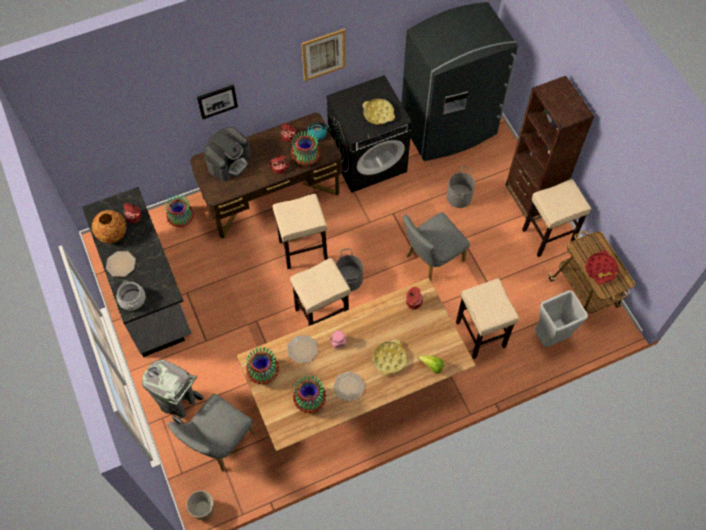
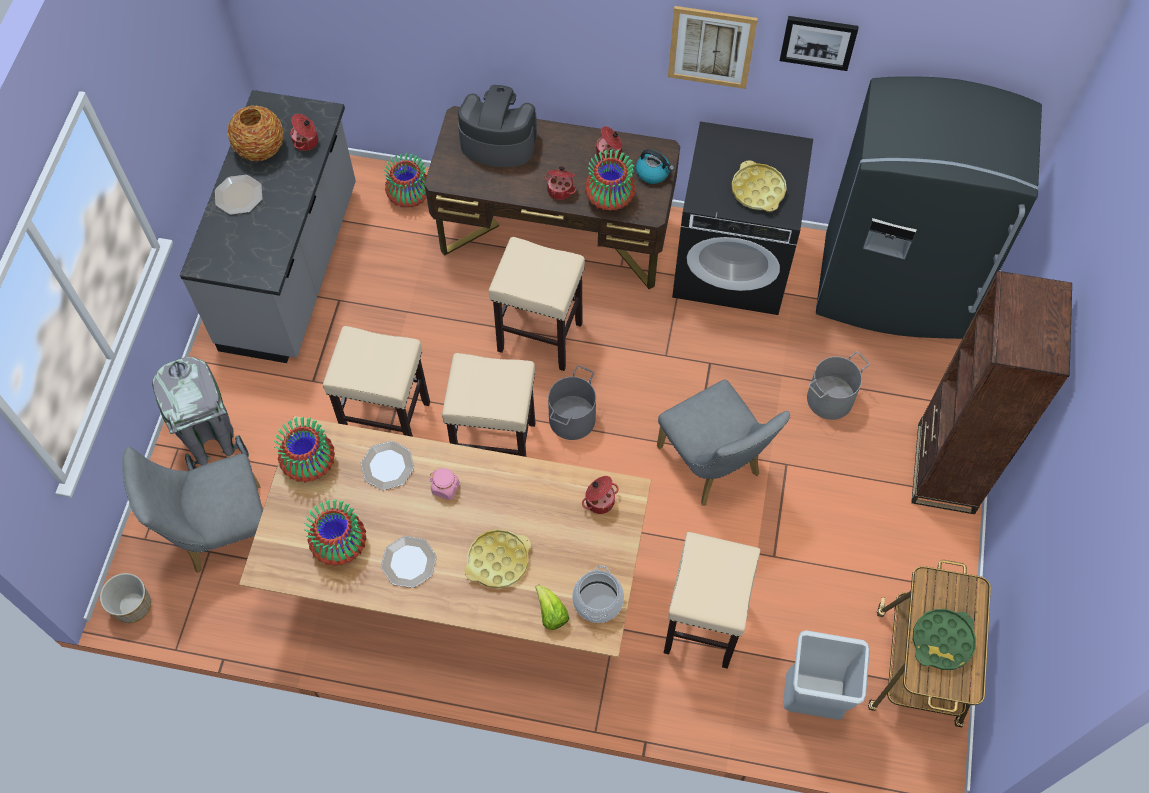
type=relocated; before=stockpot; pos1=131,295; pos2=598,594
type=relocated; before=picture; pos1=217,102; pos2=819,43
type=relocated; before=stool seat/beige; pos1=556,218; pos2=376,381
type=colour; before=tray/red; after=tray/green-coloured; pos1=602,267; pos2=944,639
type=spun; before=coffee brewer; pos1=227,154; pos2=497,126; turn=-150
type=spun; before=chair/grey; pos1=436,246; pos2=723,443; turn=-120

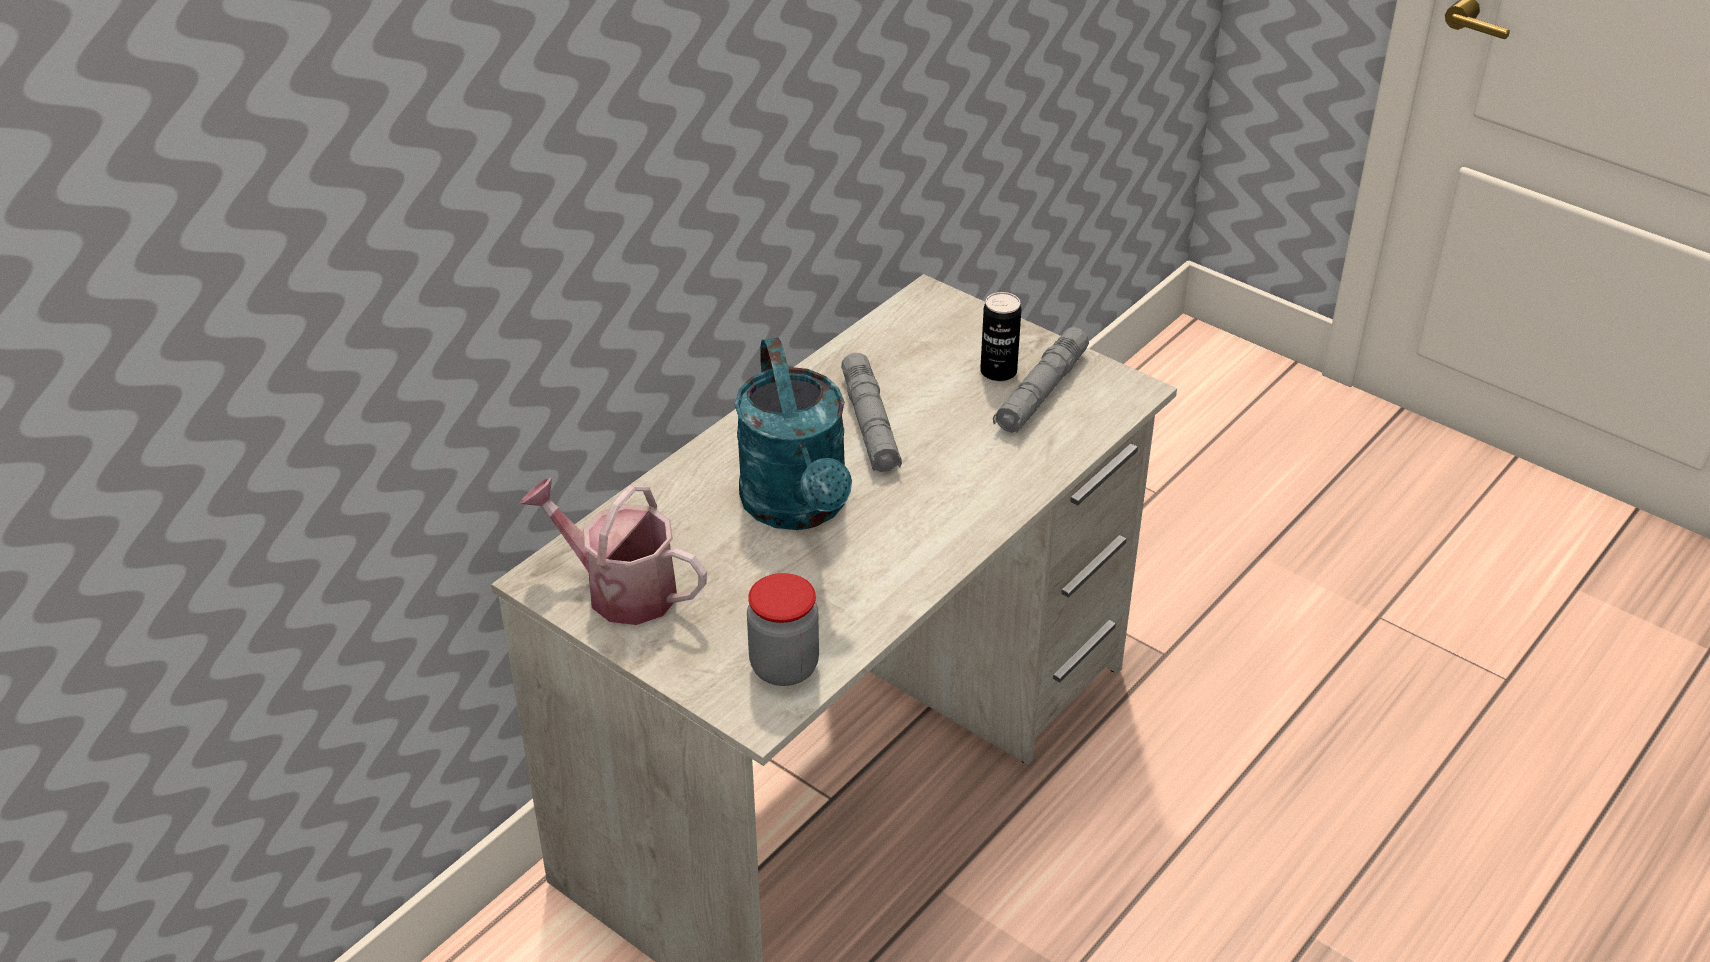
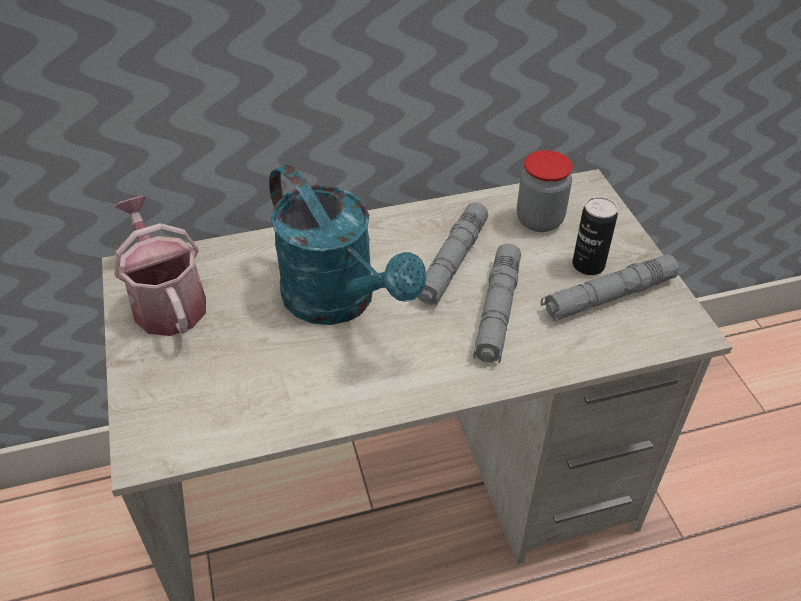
type=appeared; after=flashlight/grey; pos2=497,303
type=relocated; before=storage jar; pos1=783,629; pos2=545,191
type=spun; before=watering can/blue-green; pos1=793,433; pos2=347,244; turn=-60

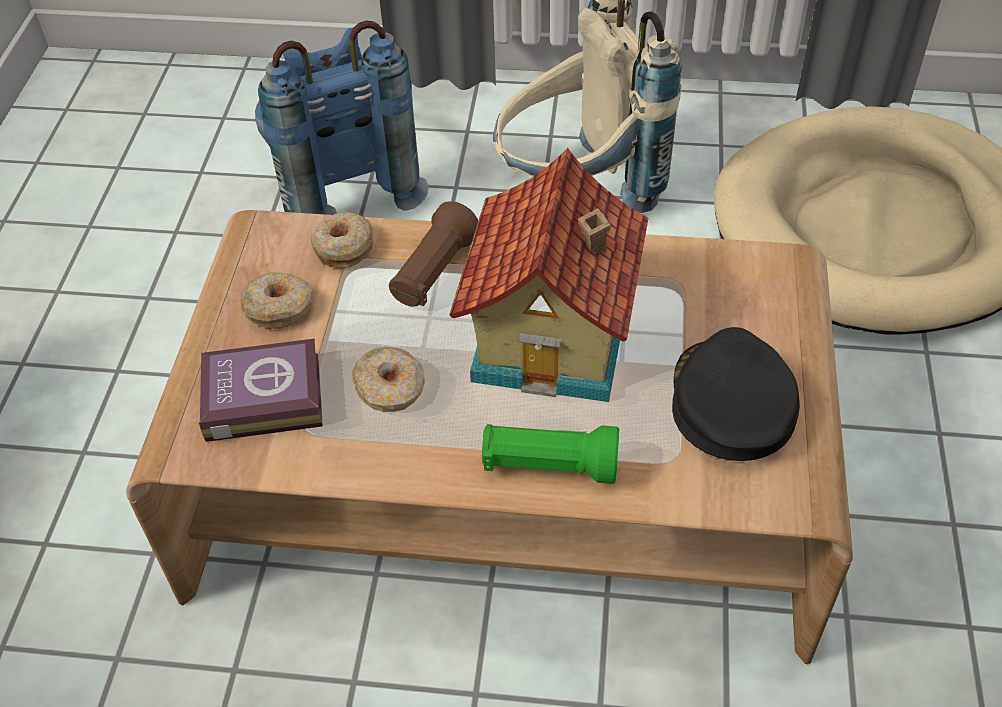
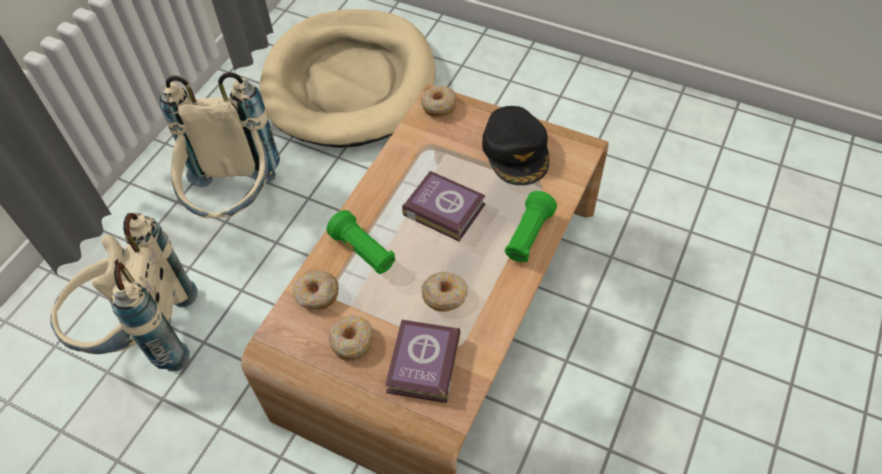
type=appeared; after=donut; pos2=438,101
type=exchanged; before=toy house; after=volume; pos1=548,275; pos2=444,206
type=colour; before=knapsack/bluish; after=knapsack/beige; pos1=342,118; pos2=124,292
type=colour; before=flashlight/brown-coloured; after=flashlight/green-coloured; pos1=433,254; pos2=361,242
type=spun; before=baseball cap/black-coloured; pos1=736,394; pos2=515,145; turn=-120

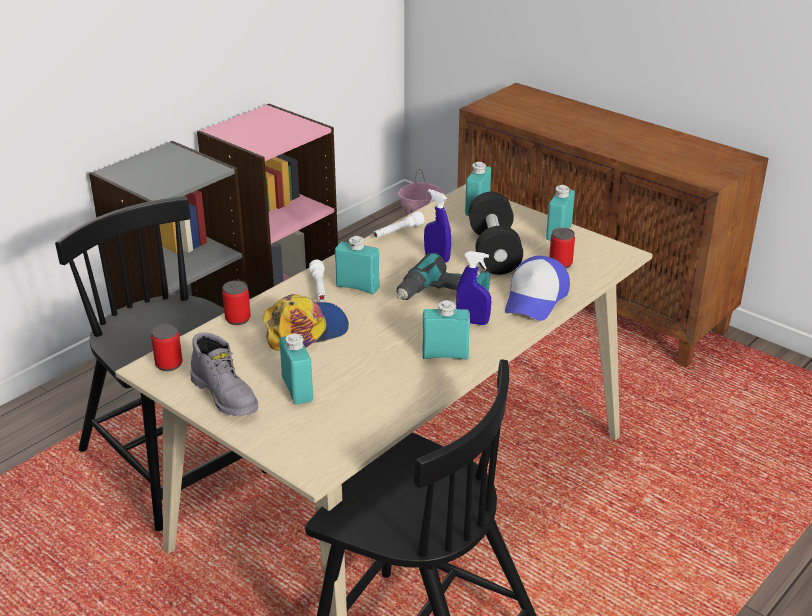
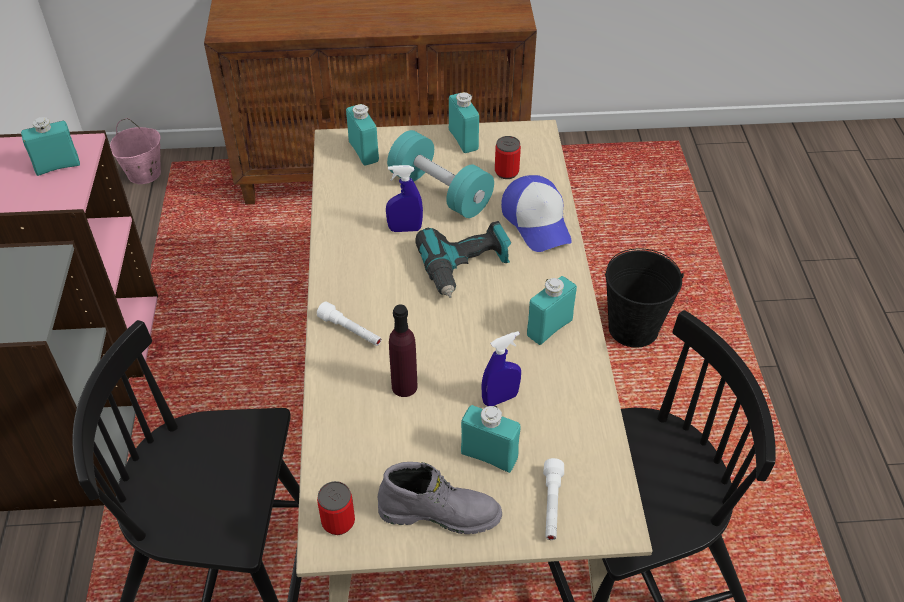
type=missing; before=metal can; pos1=236,302
type=appeared; after=bucket/black-coloured; pos2=644,298
type=relocated; before=bottle/blue-green; pos1=357,265; pos2=50,146
type=relocated; before=flashlight/white; pos1=399,224; pos2=553,499
type=relocated; before=sprayer/bluish; pos1=473,288; pos2=501,368
type=exchanged; before=baseball cap; after=bottle/purple; pos1=305,322; pos2=403,351
type=colour; before=dumbbell/black-coloured; after=dumbbell/blue-green; pos1=495,233; pos2=440,174

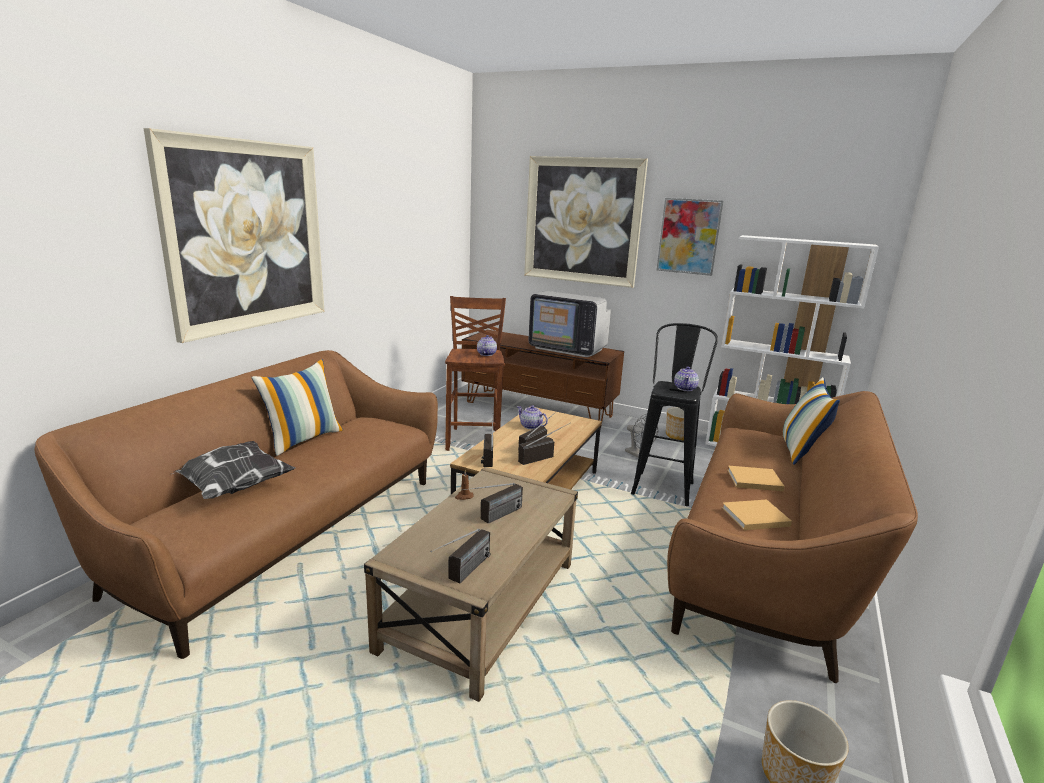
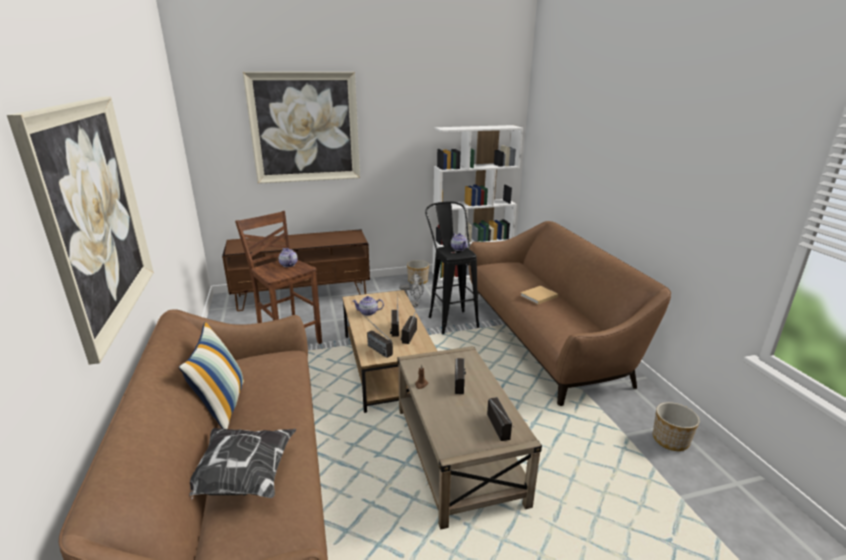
type=missing; before=TV; pos1=569,324
type=missing; before=picture; pos1=690,237
type=missing; before=volume/beige; pos1=757,515
type=missing; before=throw pillow; pos1=811,421

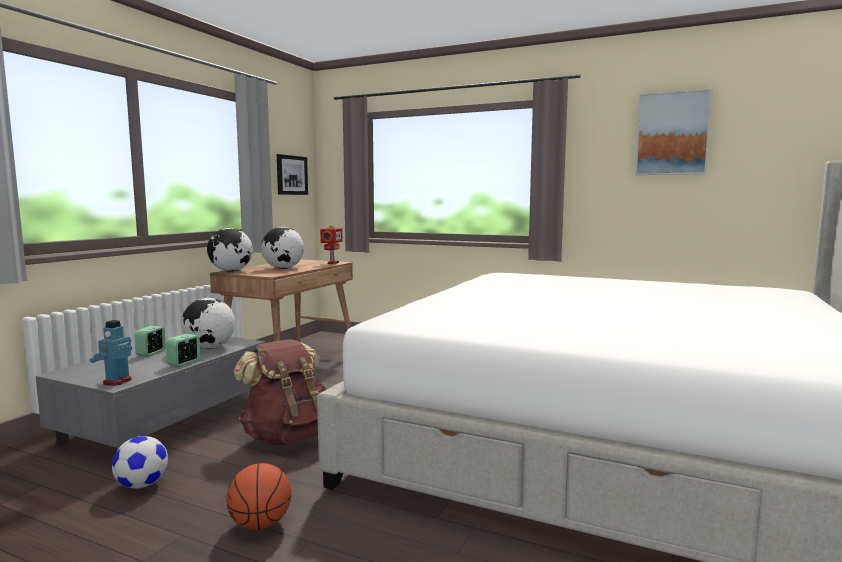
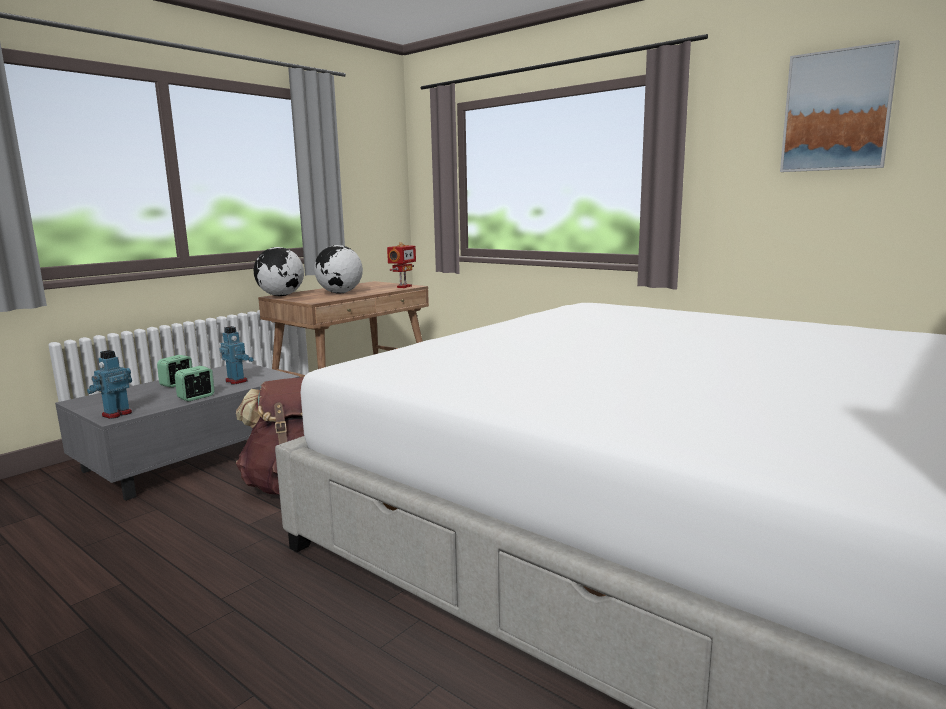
type=missing; before=football ball; pos1=140,462
type=missing; before=basketball; pos1=259,496
type=missing; before=picture; pos1=292,174
type=exchanged; before=desk globe; after=model robot; pos1=208,323; pos2=237,355

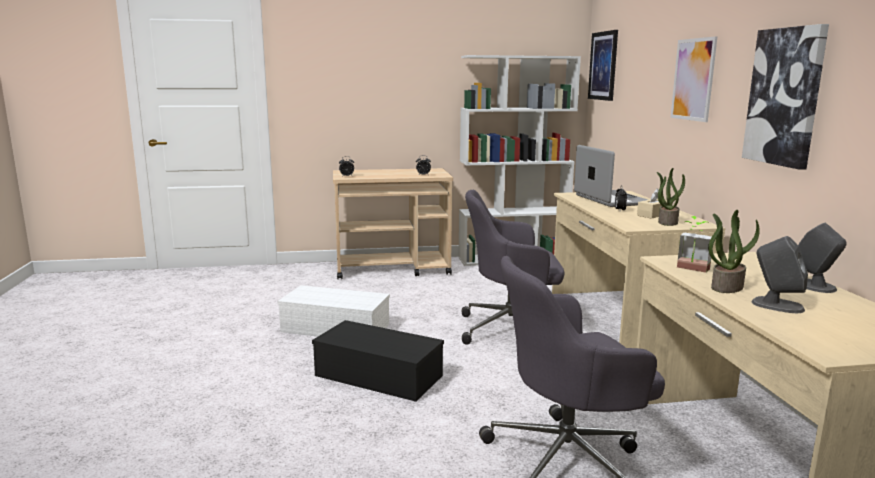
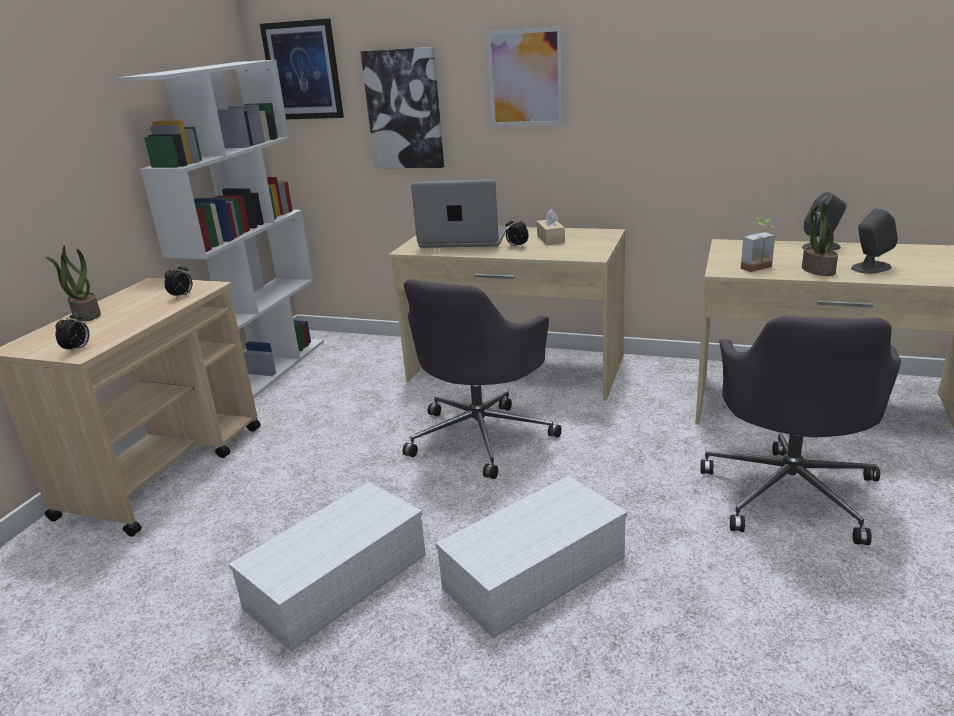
type=relocated; before=plant in a pot; pos1=671,197; pos2=73,283
type=relocated; before=picture; pos1=785,97; pos2=402,107
type=colour; before=storage bin/black-coloured; after=storage bin/white; pos1=378,361; pos2=531,556

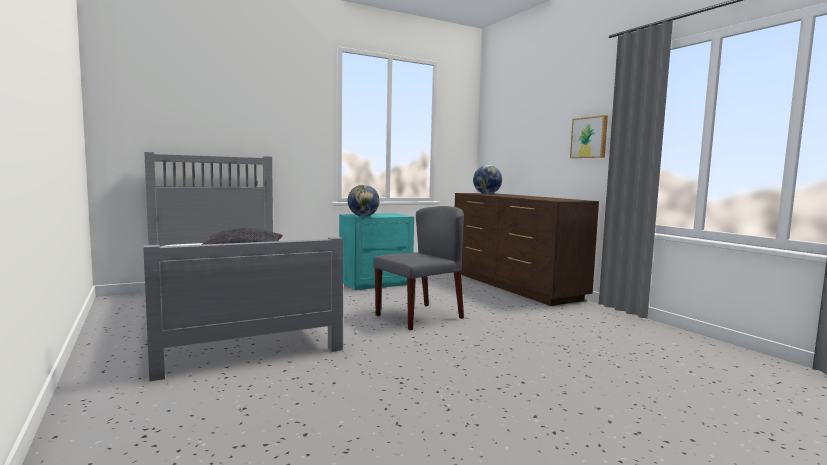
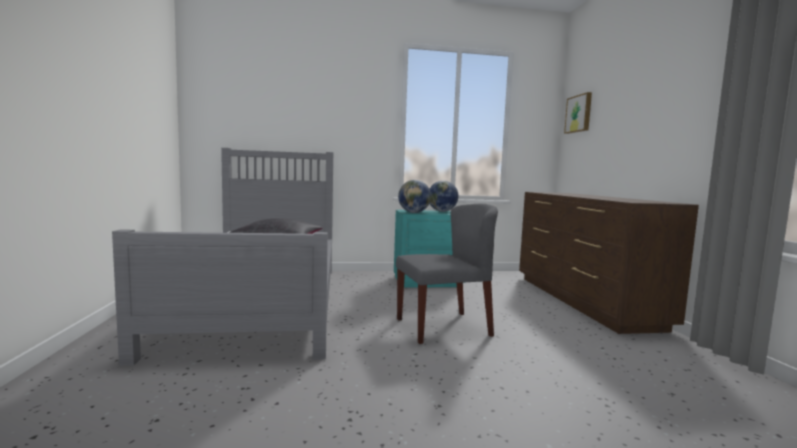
type=relocated; before=desk globe; pos1=487,179; pos2=444,196
type=relocated; before=picture; pos1=589,136; pos2=578,113

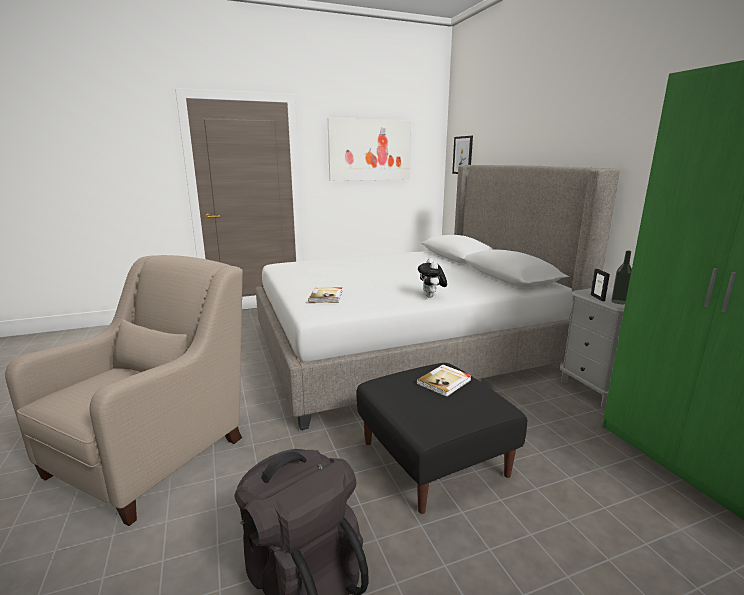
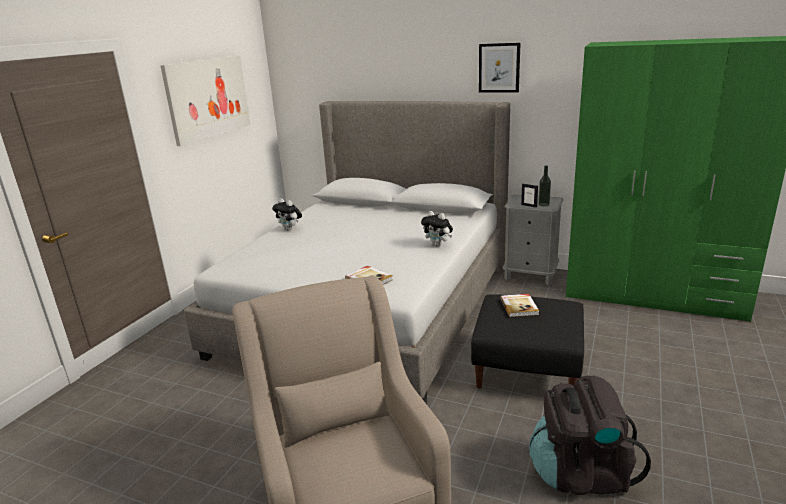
type=appeared; after=soft toy; pos2=287,214
type=relocated; before=picture; pos1=462,155; pos2=500,68

